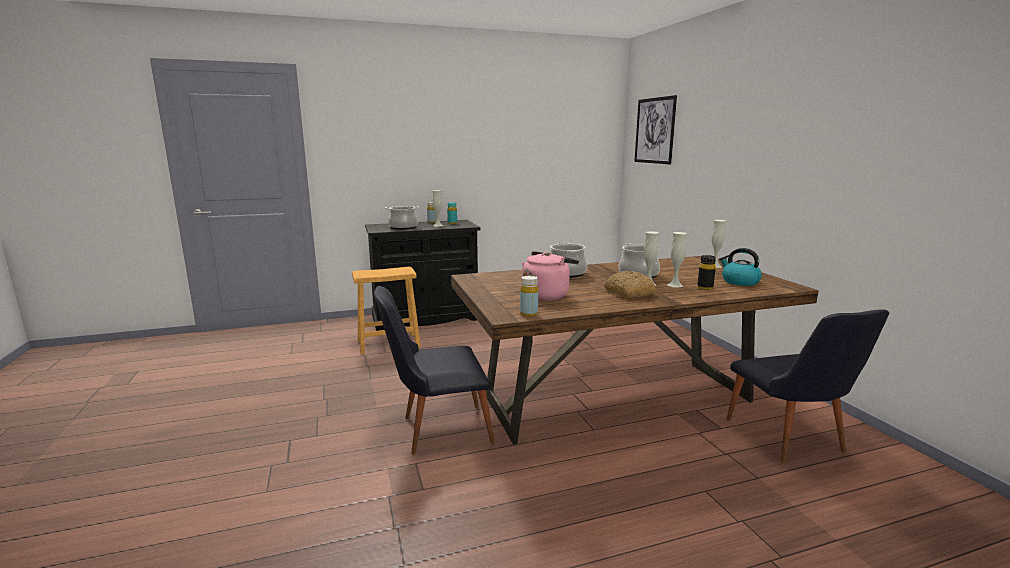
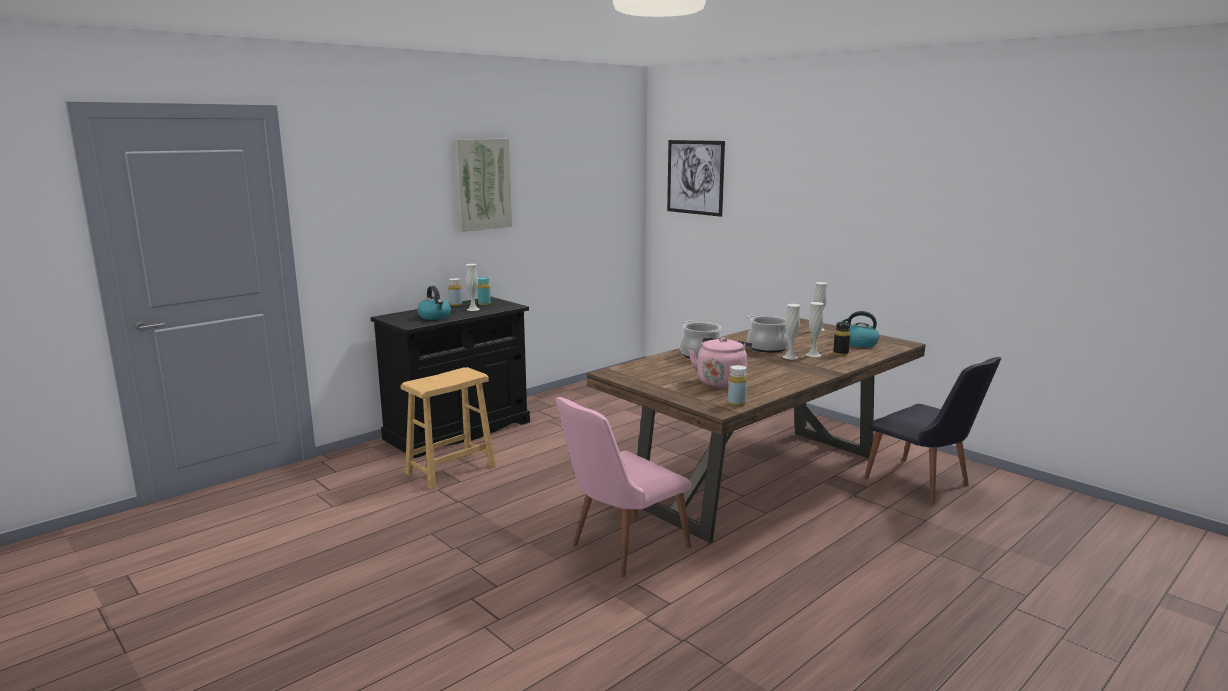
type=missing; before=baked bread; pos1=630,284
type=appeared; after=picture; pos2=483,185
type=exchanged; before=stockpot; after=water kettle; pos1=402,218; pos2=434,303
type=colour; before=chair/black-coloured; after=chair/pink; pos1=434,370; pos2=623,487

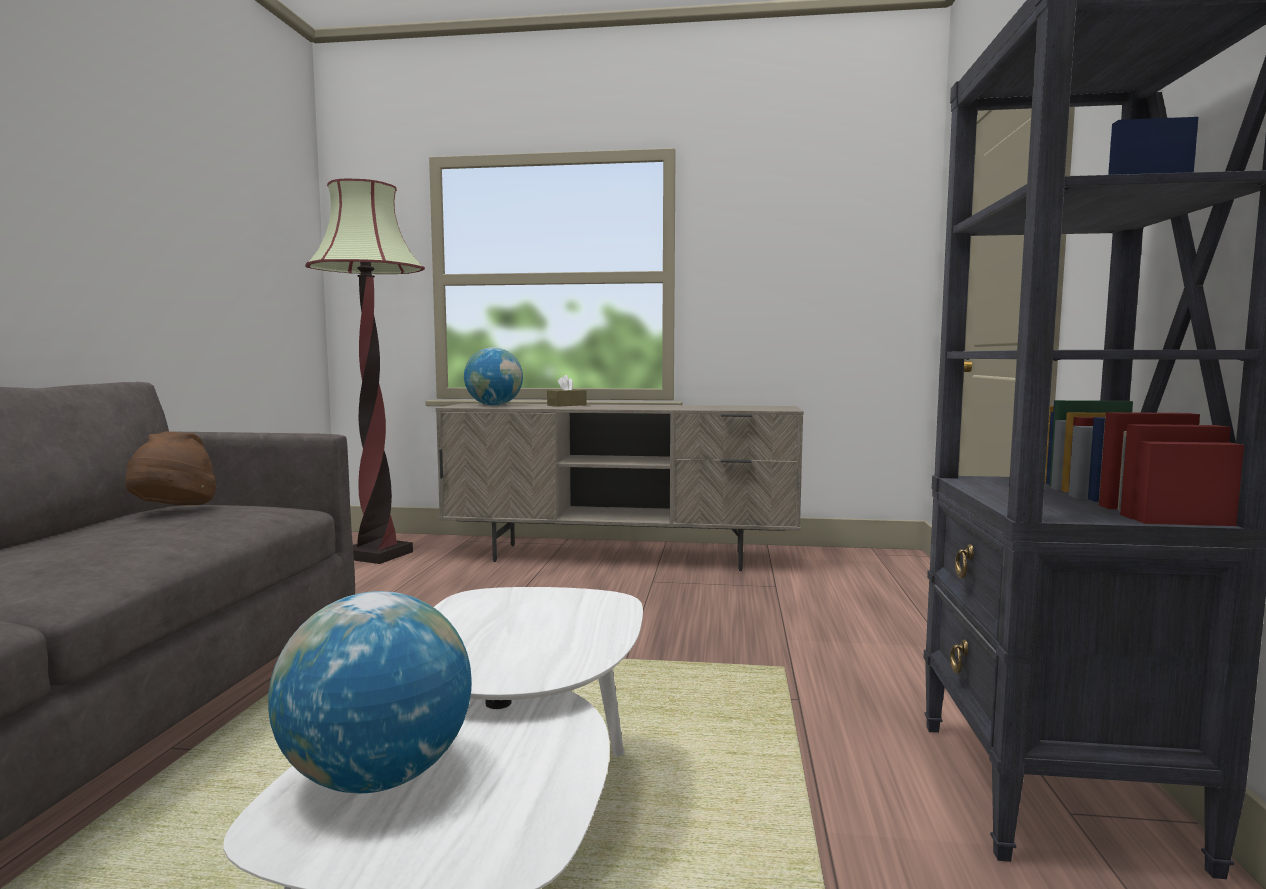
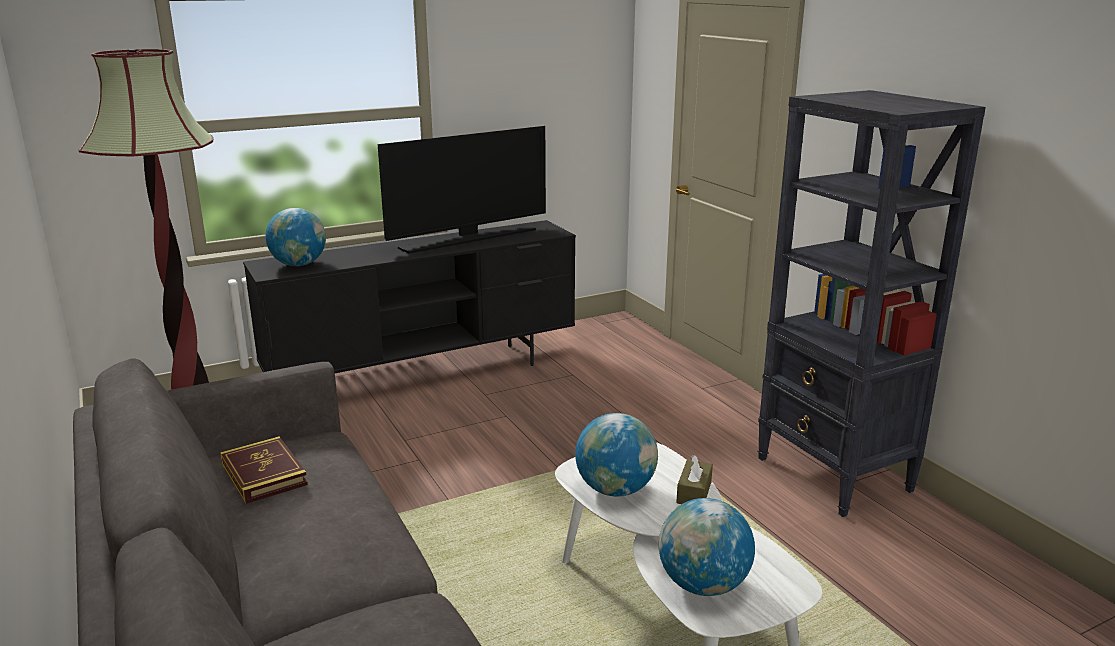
type=appeared; after=TV; pos2=462,190
type=appeared; after=desk globe; pos2=616,454
type=relocated; before=tissue holder/brown-coloured; pos1=567,391; pos2=694,479
type=exchanged; before=hat/brown-coloured; after=volume; pos1=170,468; pos2=264,470
type=colour; before=tv stand/beige; after=tv stand/black-coloured; pos1=620,487; pos2=409,296

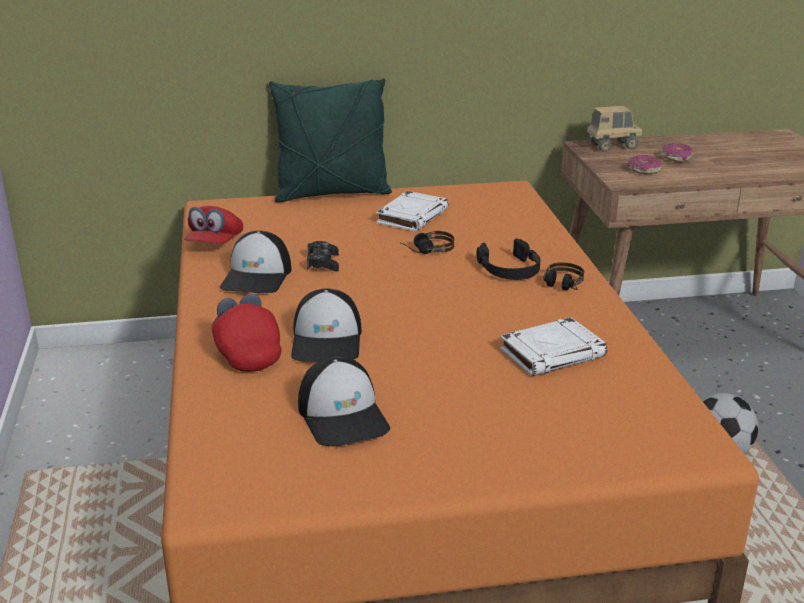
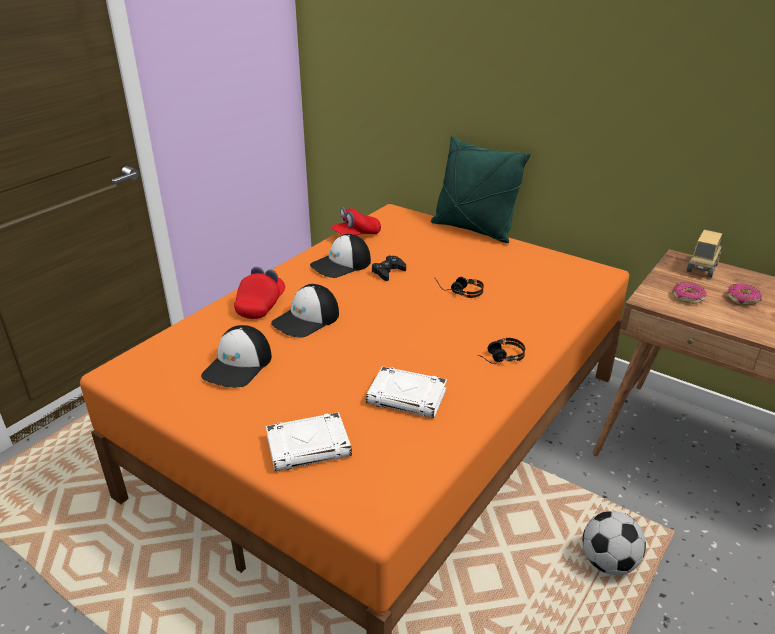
type=missing; before=pair of headphones/black-coloured; pos1=508,259
type=relocated; before=volume/white; pos1=412,211; pos2=309,441
type=spun; before=toy lorry; pos1=615,129; pos2=705,253; turn=-90

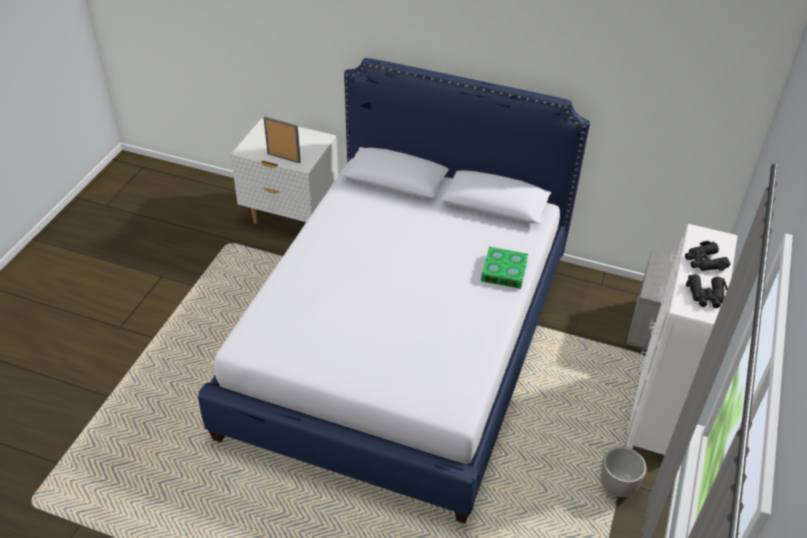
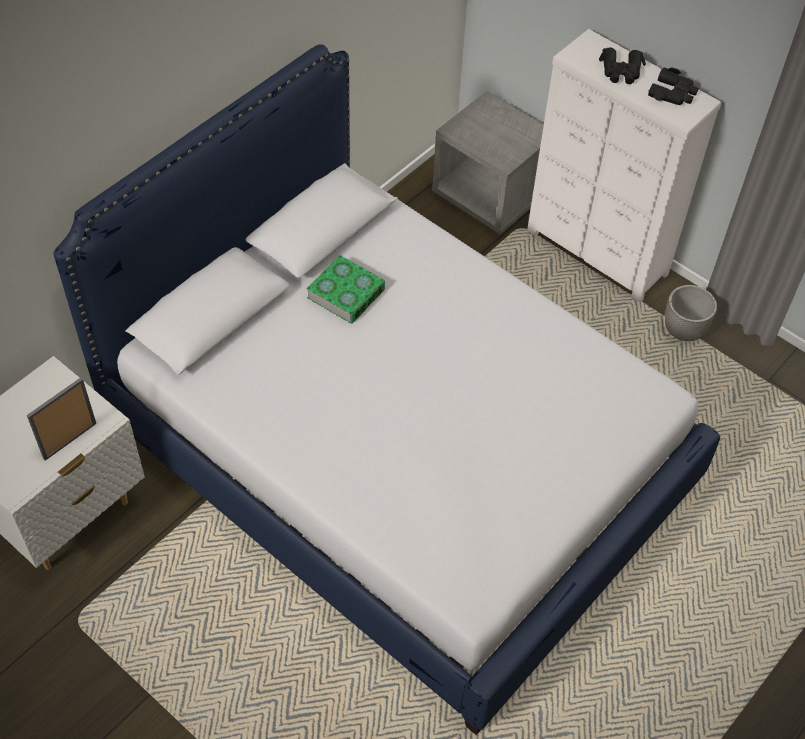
type=relocated; before=volume; pos1=504,268; pos2=346,289

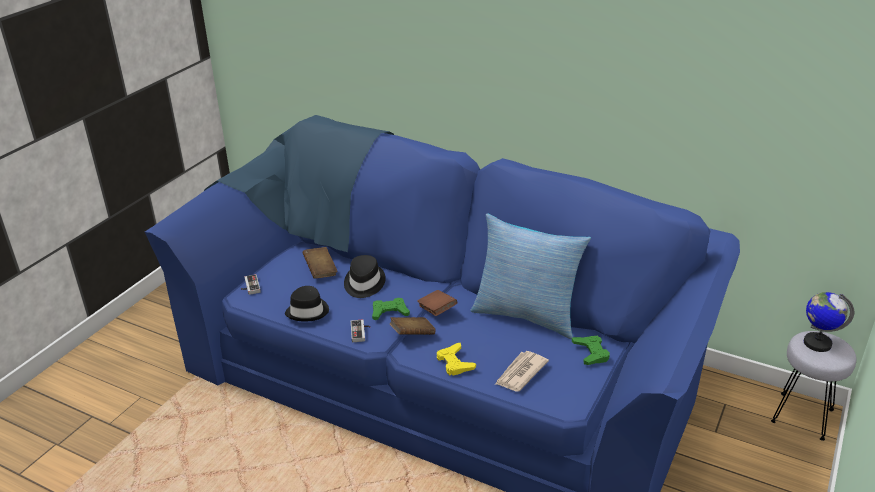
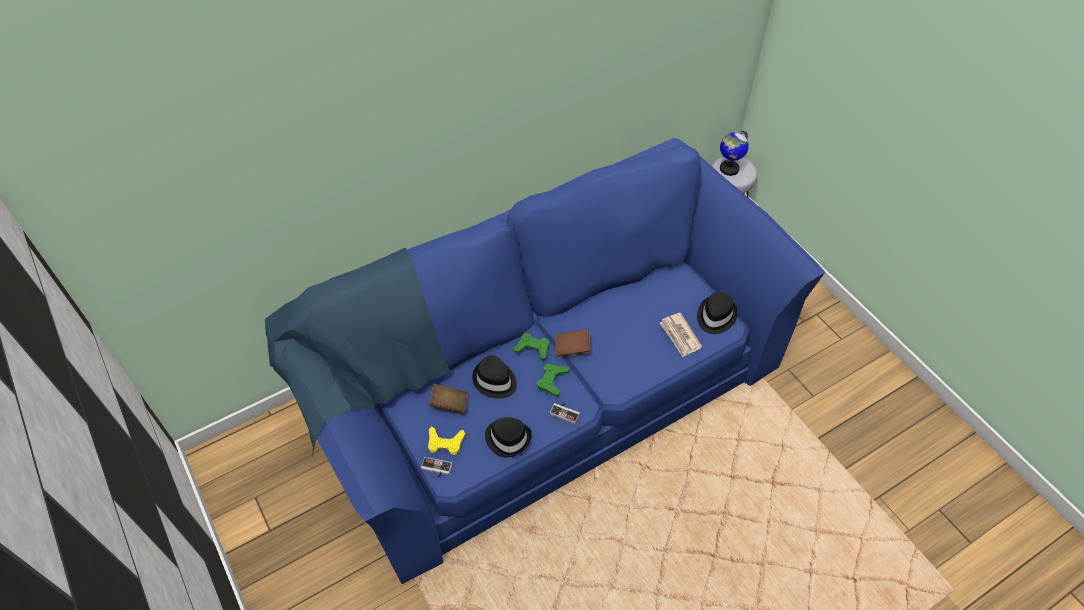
type=missing; before=volume/brown-coloured; pos1=412,326
type=missing; before=throw pillow; pos1=530,276
type=appeared; after=hat/black-coloured; pos2=717,313
type=relocated; before=gamepad/yellowish; pos1=456,359; pos2=446,441
type=relocated; before=gamepad/green-coloured; pos1=591,350; pos2=531,347

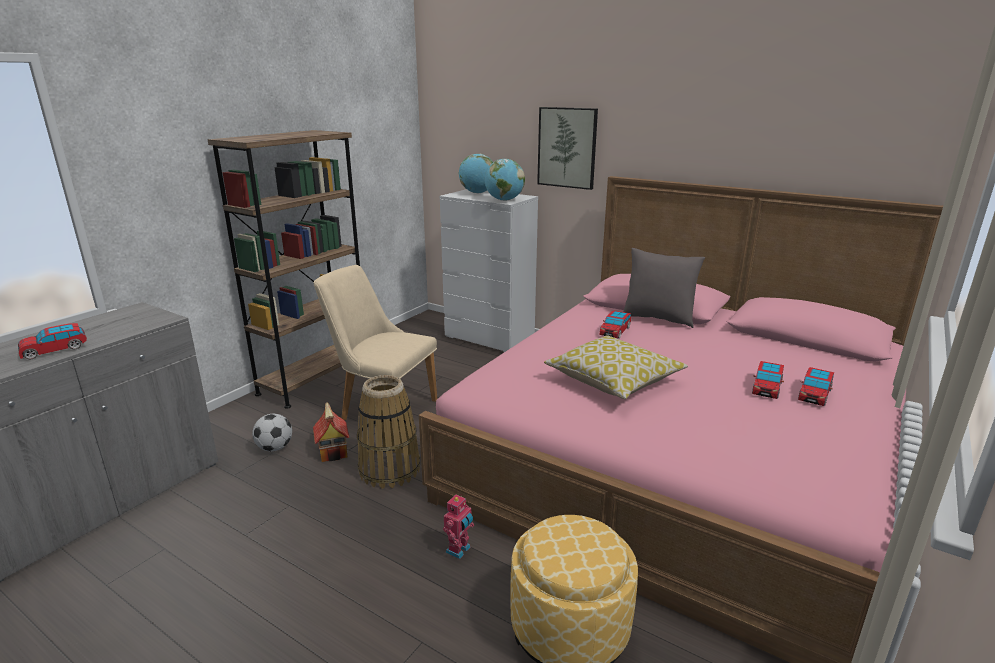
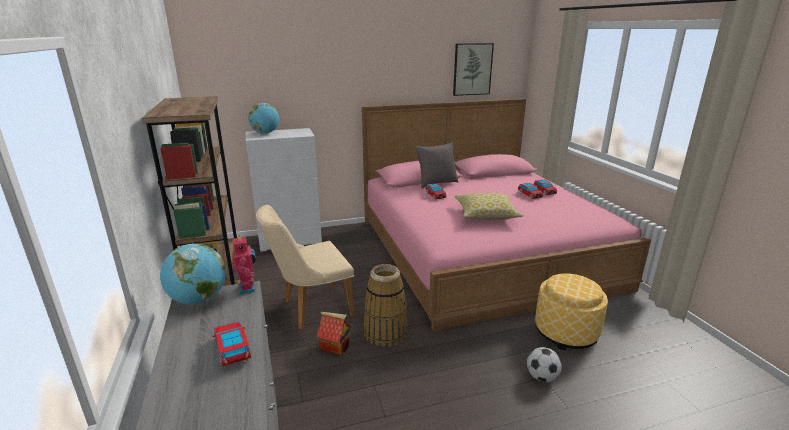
type=relocated; before=football ball; pos1=272,432; pos2=544,364
type=relocated; before=model robot; pos1=458,526; pos2=244,265
type=relocated; before=desk globe; pos1=505,180; pos2=193,273
type=relocated; before=picture; pos1=567,148; pos2=473,69
type=spun; before=toy car; pos1=52,341; pos2=231,343; turn=150

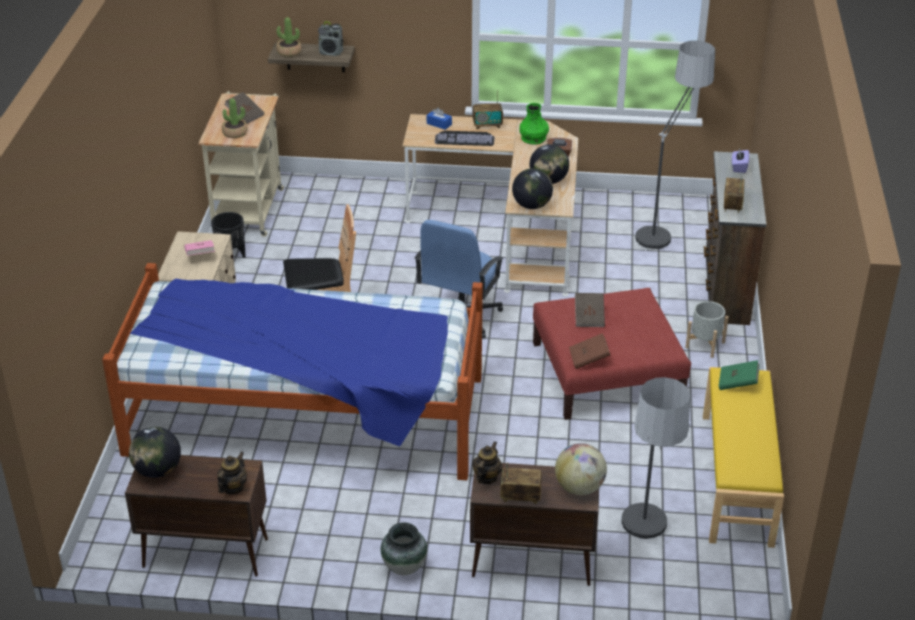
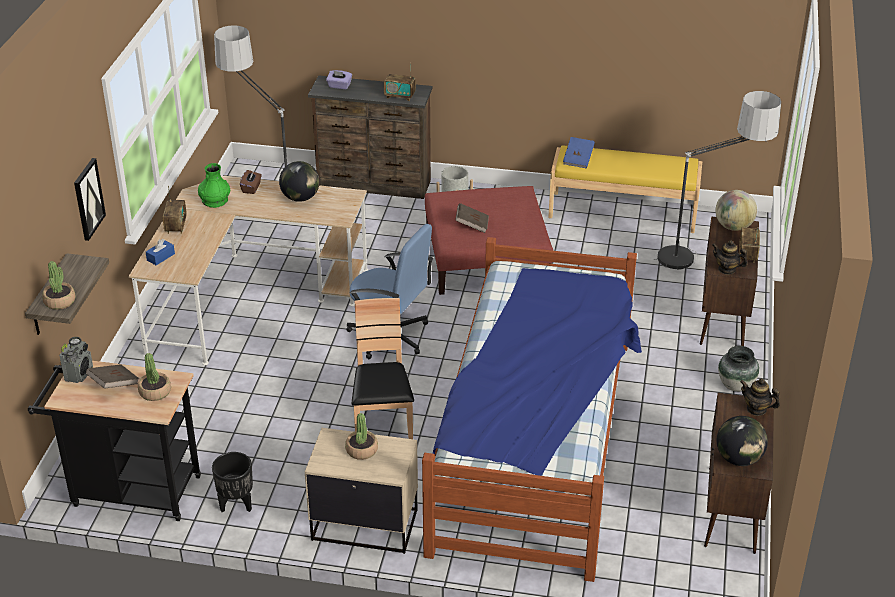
type=missing; before=keyboard; pos1=465,138
type=missing; before=desk globe; pos1=532,188
type=missing; before=volume/brown-coloured; pos1=589,351
type=appeared; after=picture; pos2=90,199
type=relocated; before=radio receiver; pos1=330,38; pos2=76,360
type=exchanged; before=volume/pink; after=plant in a pot; pos1=199,248; pos2=361,436
type=colour; before=wheeled cart/beige; after=wheeled cart/black-coloured; pos1=241,164; pos2=114,441
type=colour; before=volume/green-coloured; after=volume/bluish; pos1=739,375; pos2=579,152

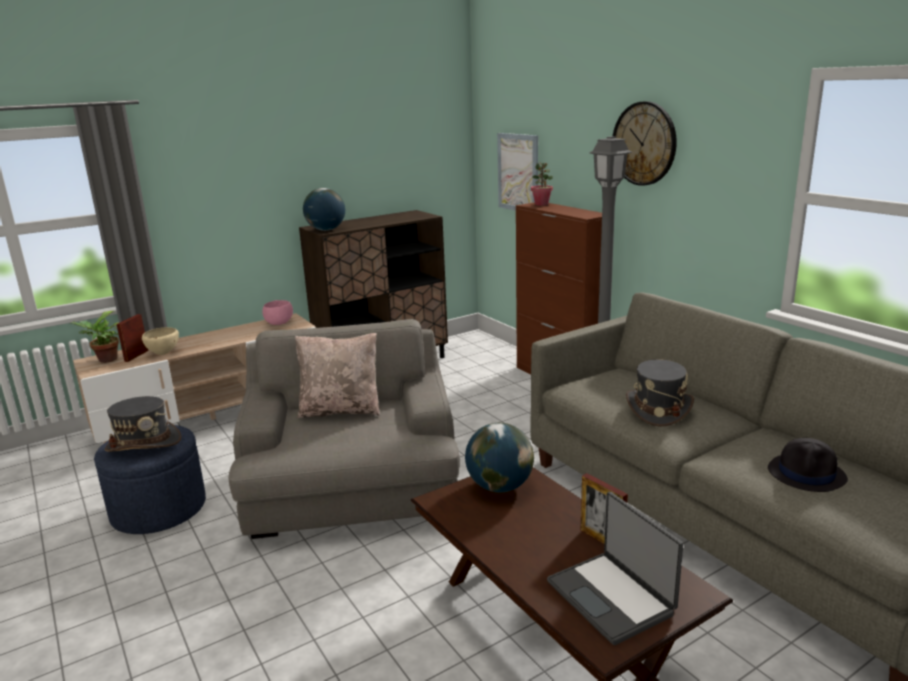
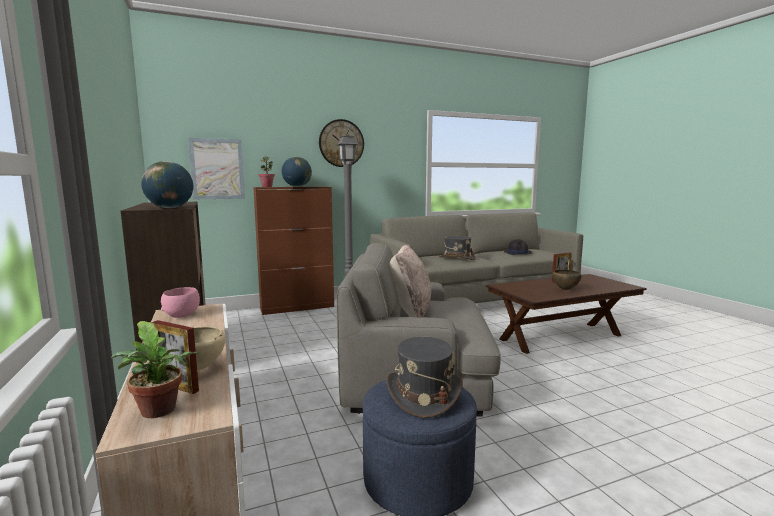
type=missing; before=laptop; pos1=615,568
type=appeared; after=deep dish/brown-coloured; pos2=567,280
type=relocated; before=desk globe; pos1=499,457; pos2=296,172

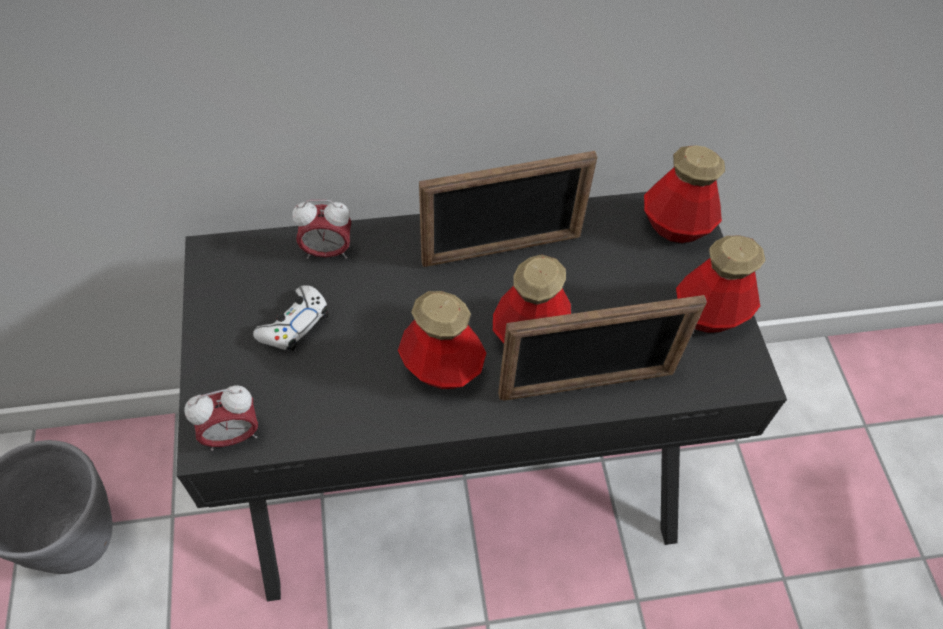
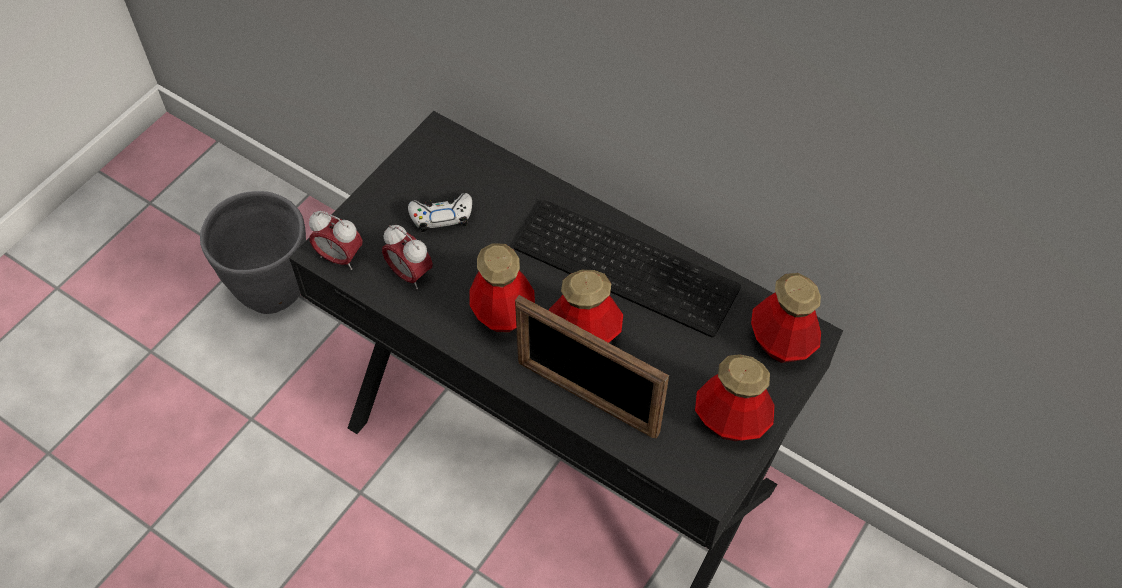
type=relocated; before=alarm clock; pos1=321,229; pos2=407,257
type=exchanged; before=standing frame; after=keyboard; pos1=508,209; pos2=627,268

